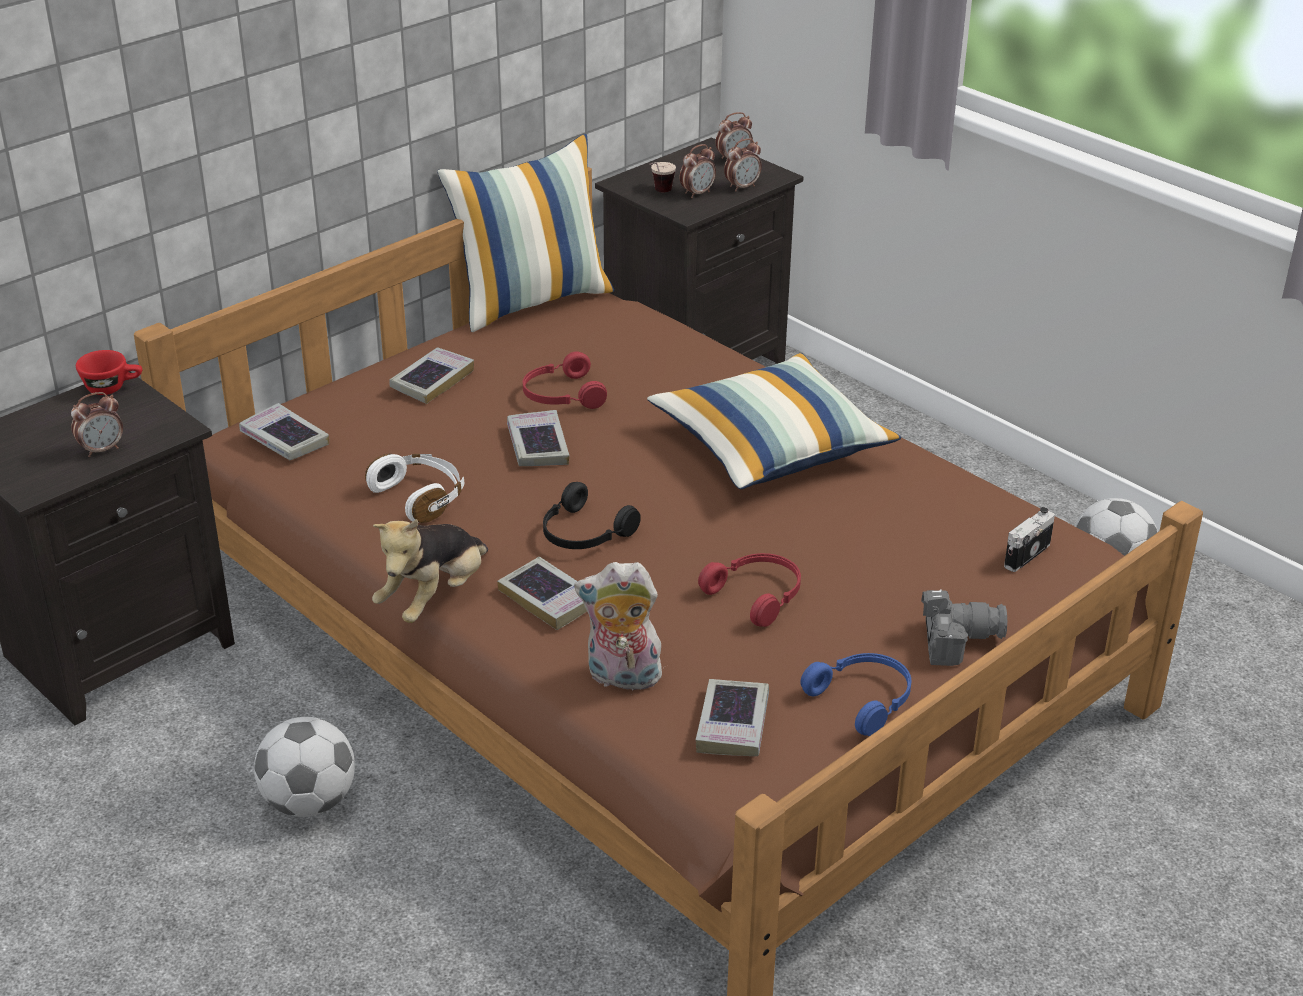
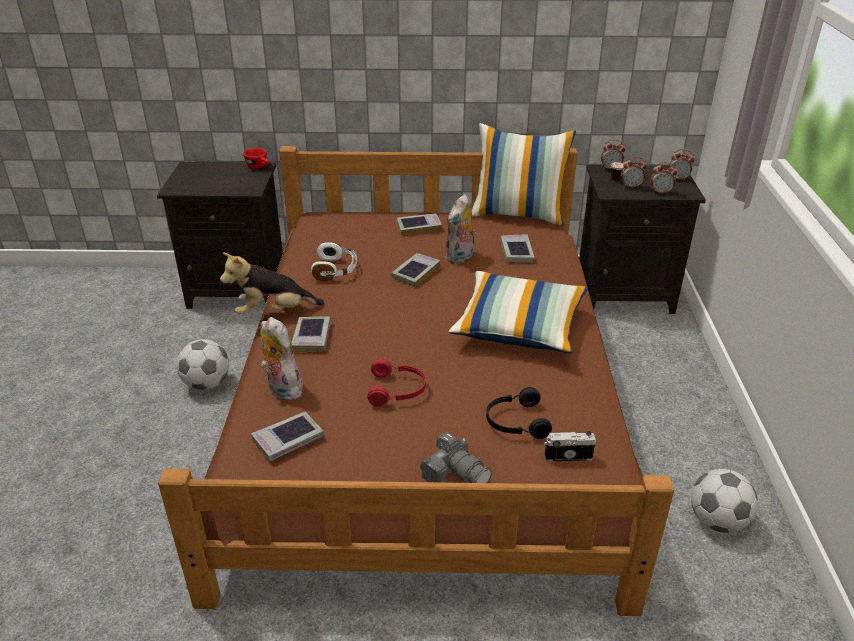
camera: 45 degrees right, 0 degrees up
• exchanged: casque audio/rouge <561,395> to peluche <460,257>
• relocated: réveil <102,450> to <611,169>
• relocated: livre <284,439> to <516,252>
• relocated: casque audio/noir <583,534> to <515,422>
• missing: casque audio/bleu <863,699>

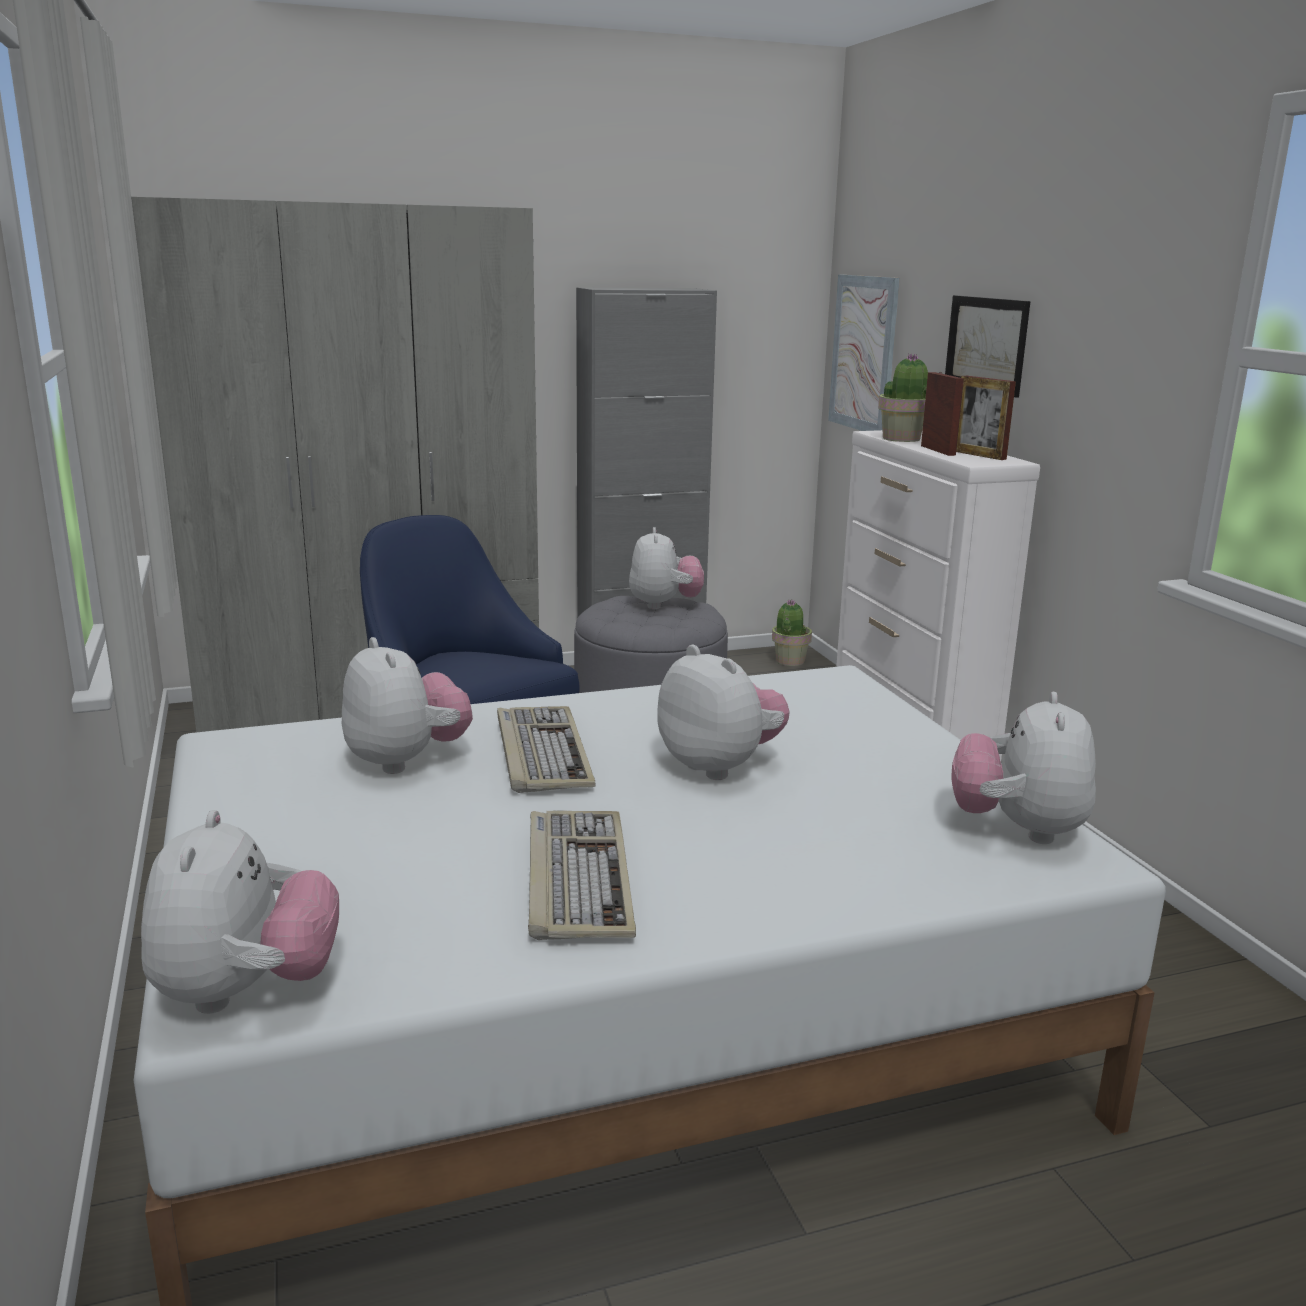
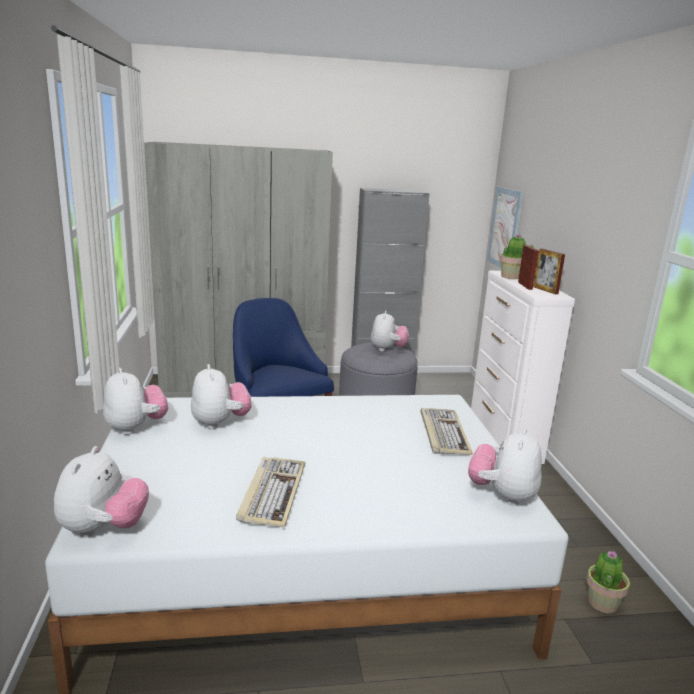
camera: 10 degrees right, 0 degrees up
• missing: tableau <986,344>
• relocated: plante en pot <789,661> to <602,603>
• relocated: peluche <720,766> to <136,428>
• relocated: clavier <541,753> to <443,433>

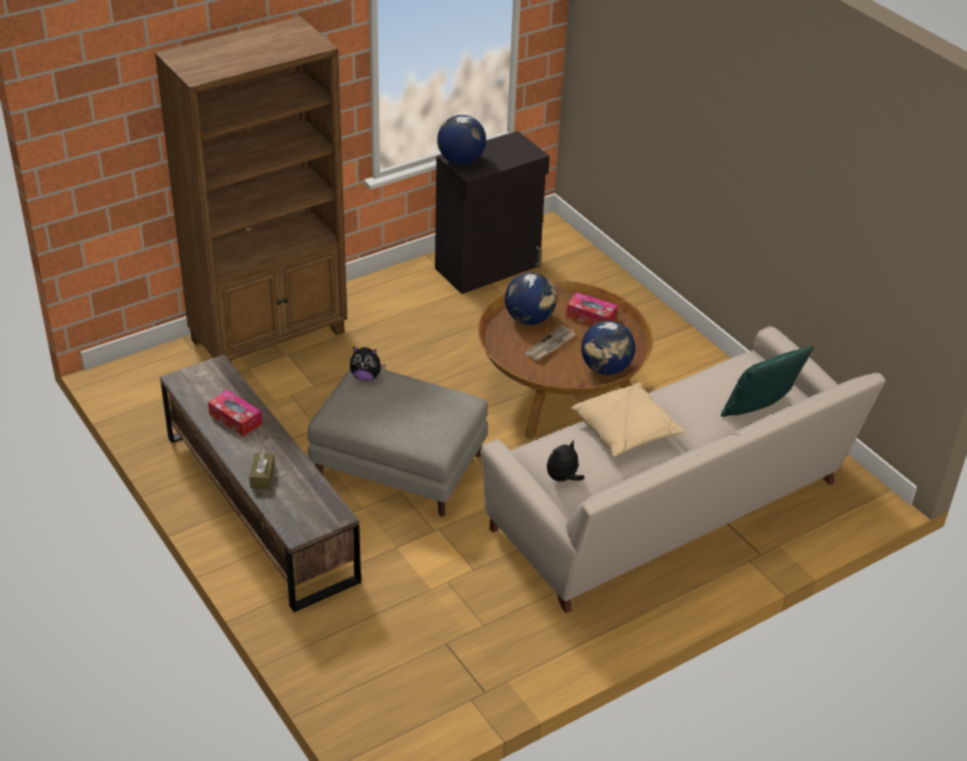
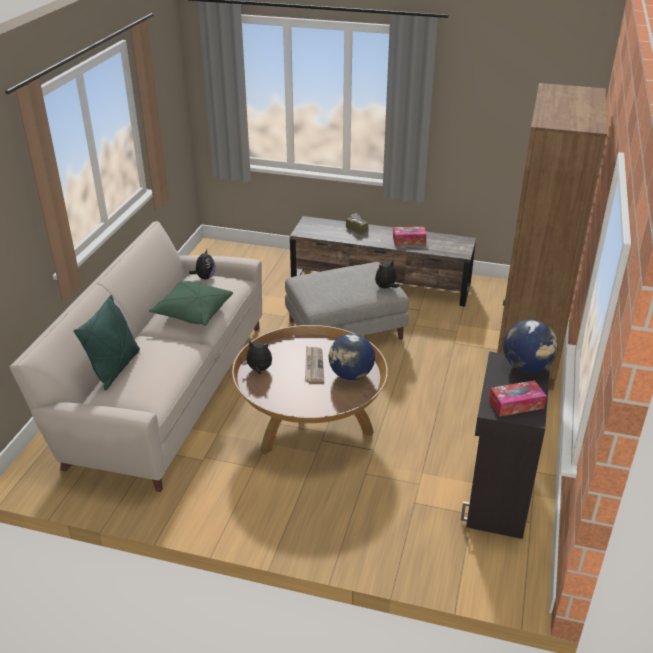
camera: 140 degrees right, 5 degrees down
• relocated: boîte à mouchoirs <591,317> to <516,404>
• exchanged: globe <606,369> to peluche <259,370>
• colour: coussin/beige <626,431> to coussin/vert <193,312>

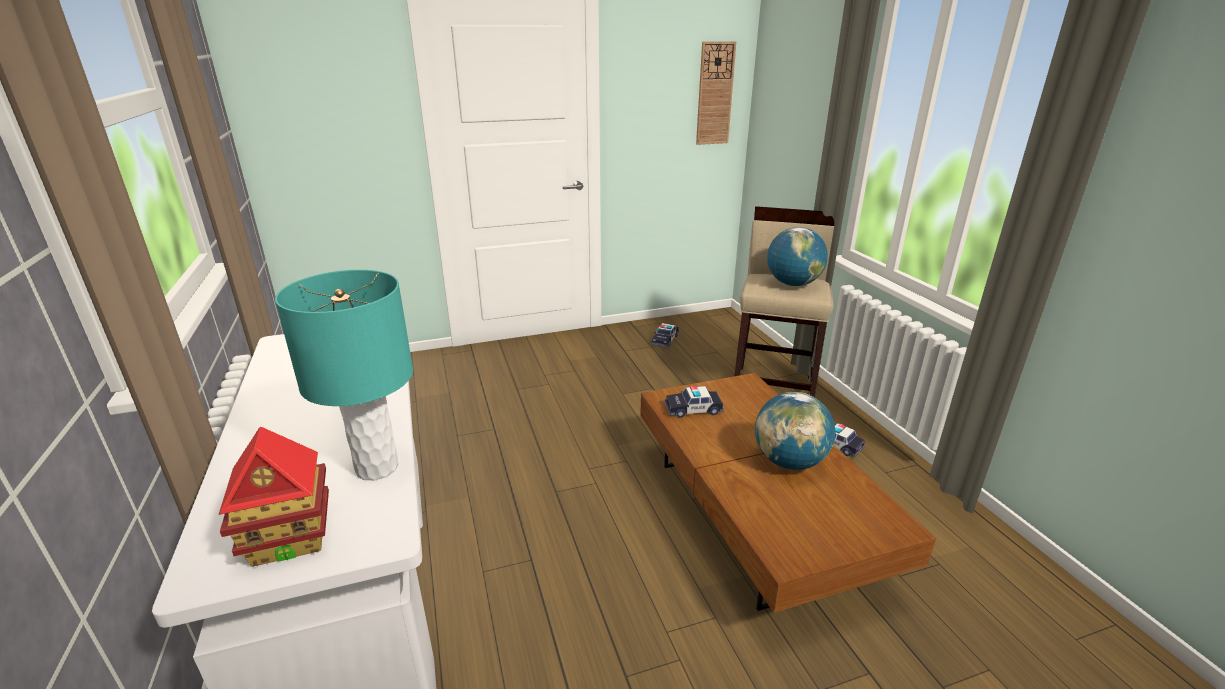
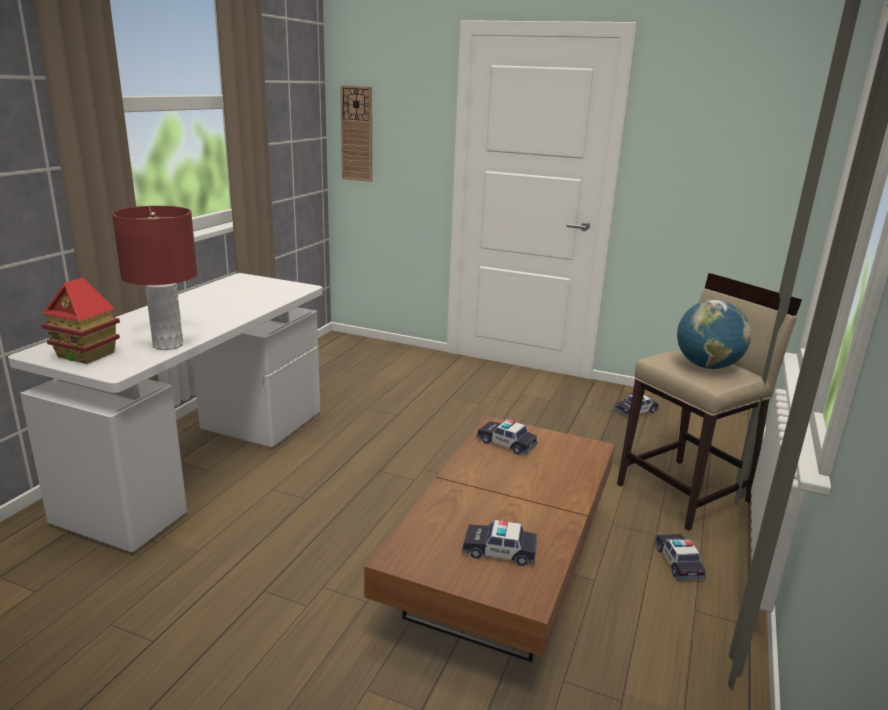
camera: 40 degrees right, 5 degrees down
• relocated: horloge murale <715,94> to <357,134>
• colour: lampe de table/turquoise <378,467> to lampe de table/rouge <168,345>
• missing: globe <789,462>
• appeared: petite voiture <499,551>

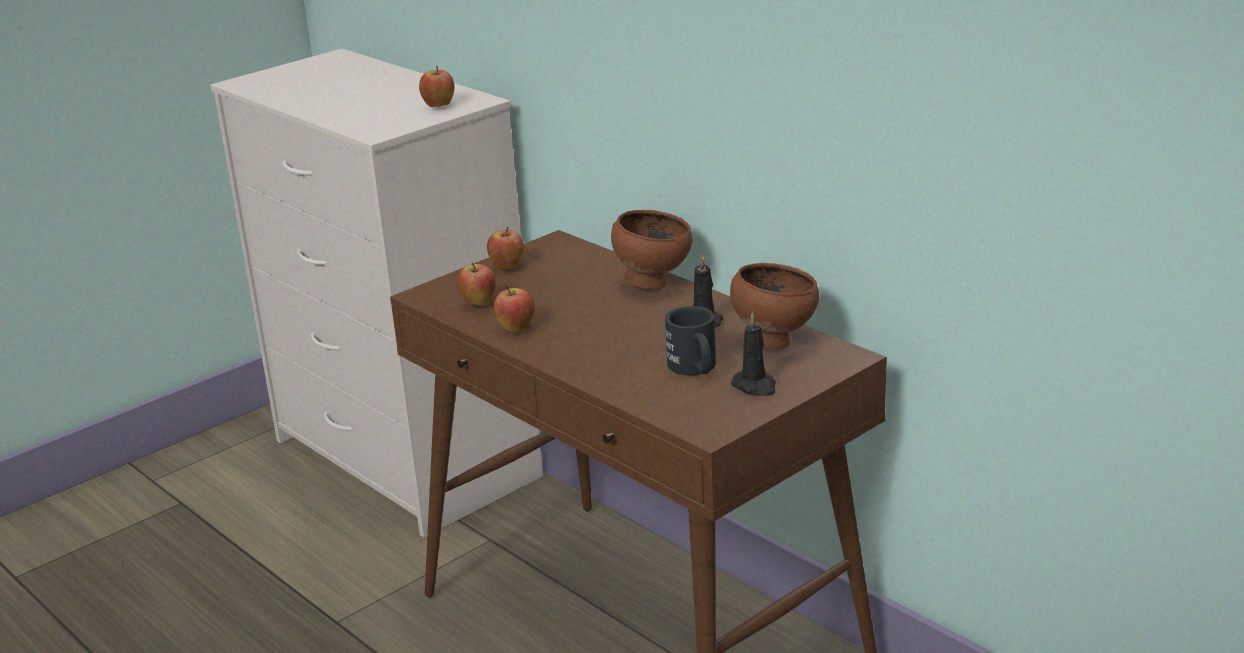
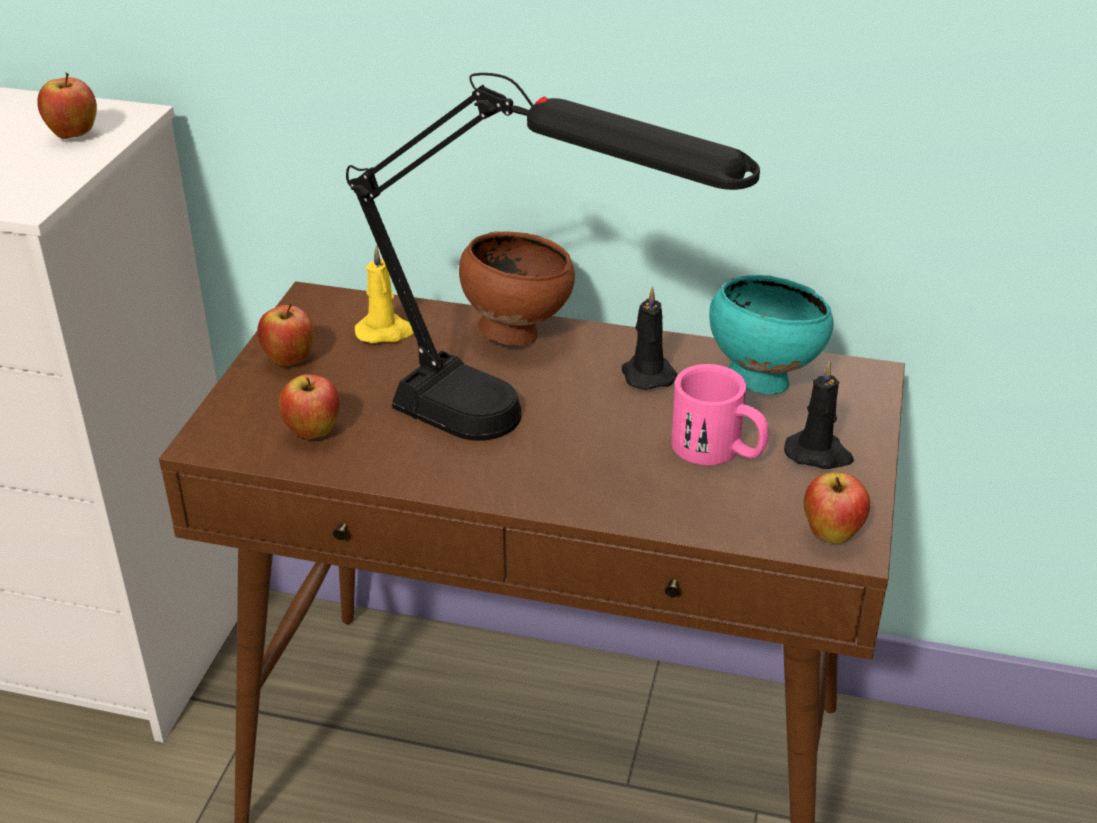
camera: 35 degrees left, 10 degrees up
• colour: bol/marron <773,342> to bol/turquoise <761,380>
• relocated: pomme <516,329> to <831,535>
• colour: mug/noir <695,369> to mug/rose <719,450>
• appeared: lampe de table/noir <530,437>
• appeared: bougie/jaune <386,332>

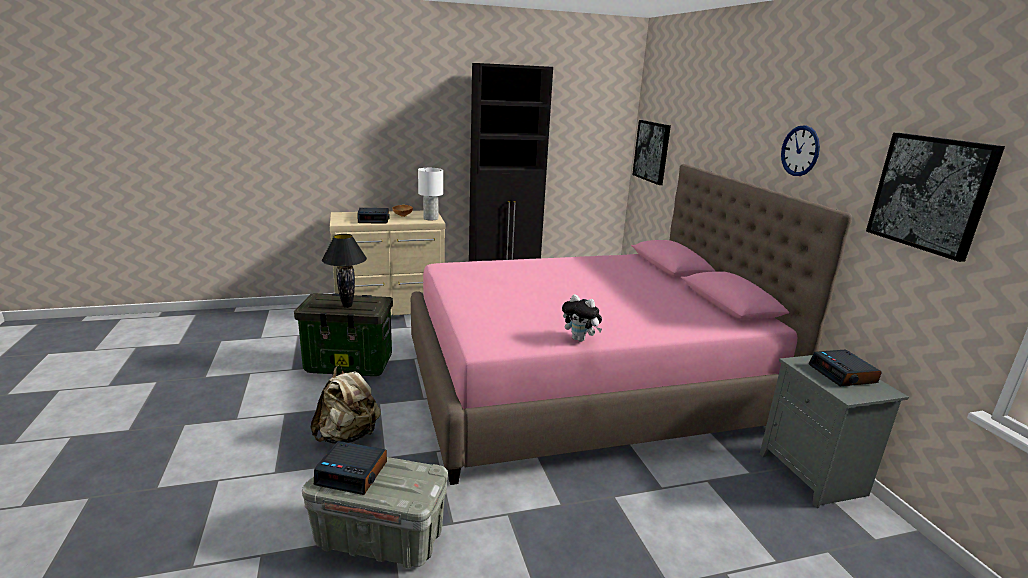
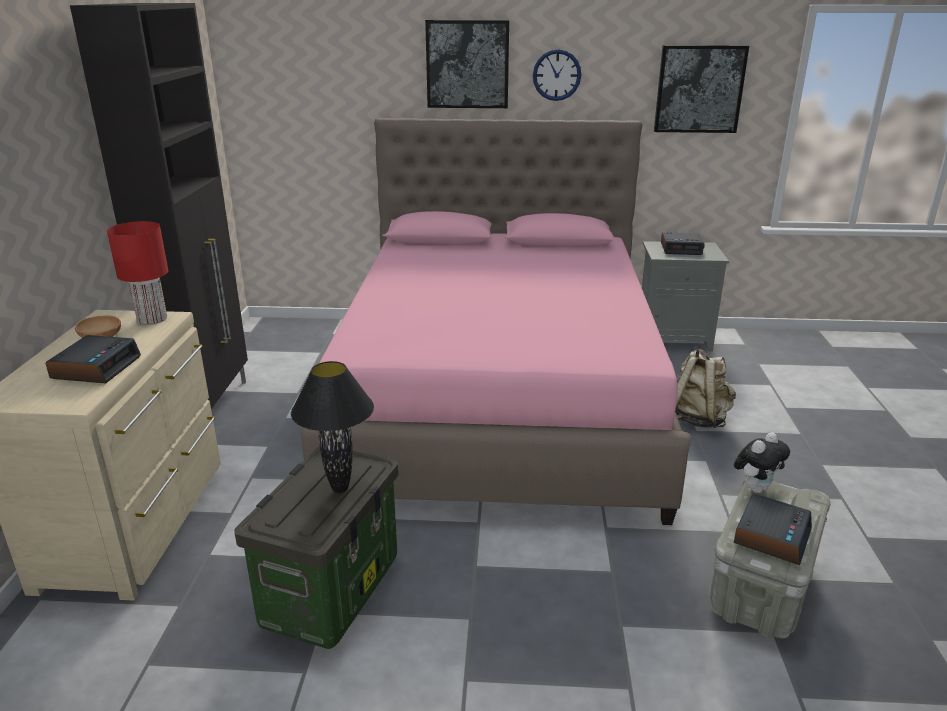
camera: 70 degrees left, 5 degrees up
• relocated: tableau <652,151> to <467,64>
• colour: lampe de table/blanc <430,218> to lampe de table/rouge <153,319>
• relocated: peluche <580,339> to <755,488>
• relocated: sac à dos/beige <348,436> to <698,419>

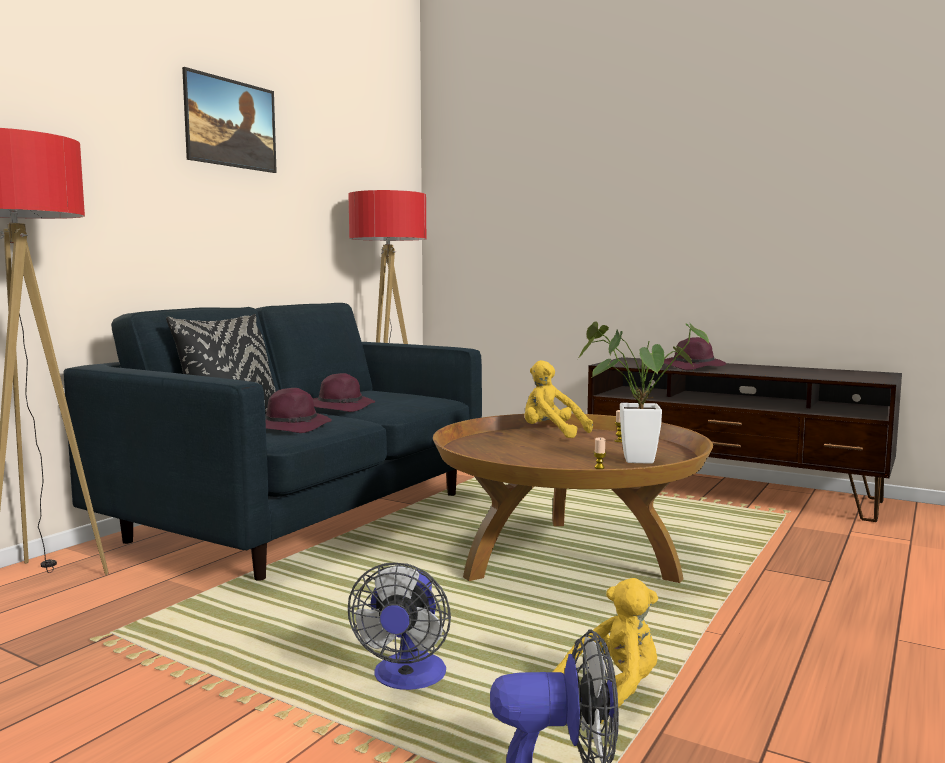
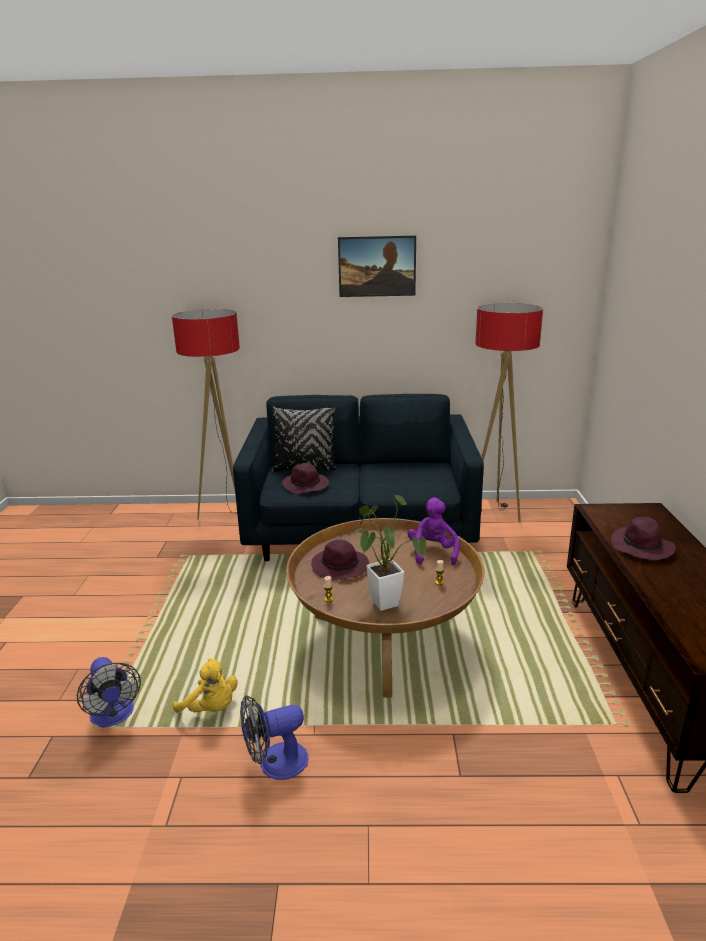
camera: 60 degrees right, 15 degrees up
• colour: peluche/jaune <551,433> to peluche/violet <432,552>
• relocated: chapeau/violet <341,407> to <341,567>
• relocated: ventilateur <407,679> to <275,763>

